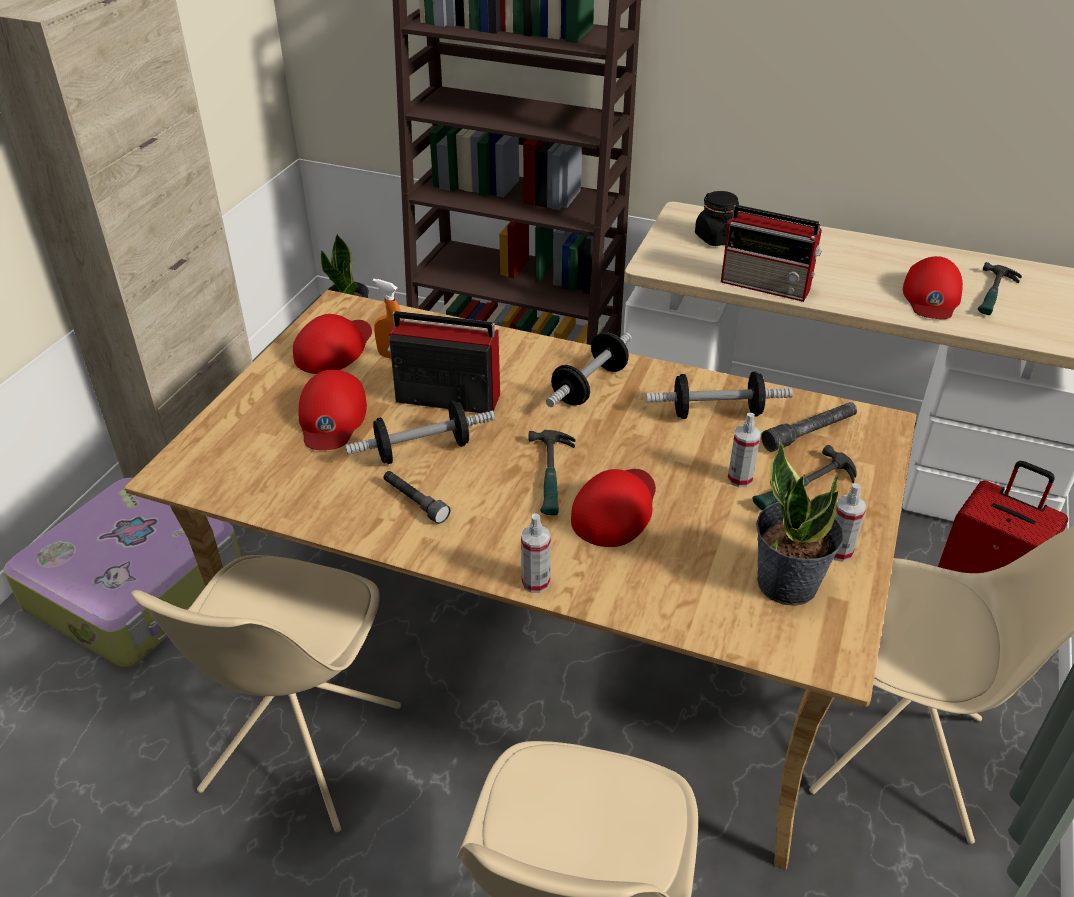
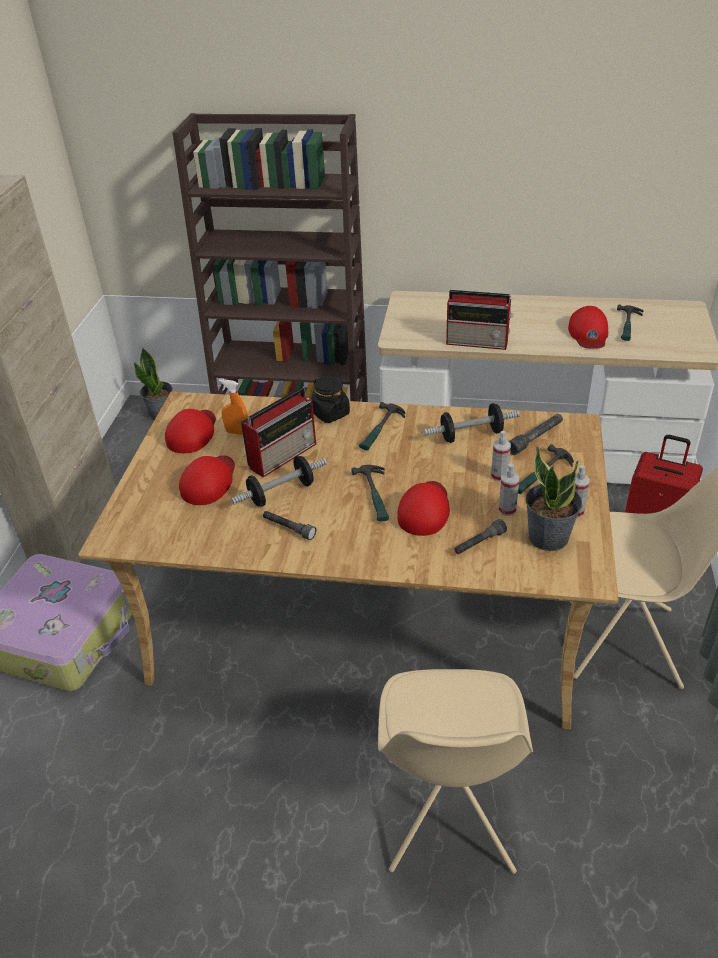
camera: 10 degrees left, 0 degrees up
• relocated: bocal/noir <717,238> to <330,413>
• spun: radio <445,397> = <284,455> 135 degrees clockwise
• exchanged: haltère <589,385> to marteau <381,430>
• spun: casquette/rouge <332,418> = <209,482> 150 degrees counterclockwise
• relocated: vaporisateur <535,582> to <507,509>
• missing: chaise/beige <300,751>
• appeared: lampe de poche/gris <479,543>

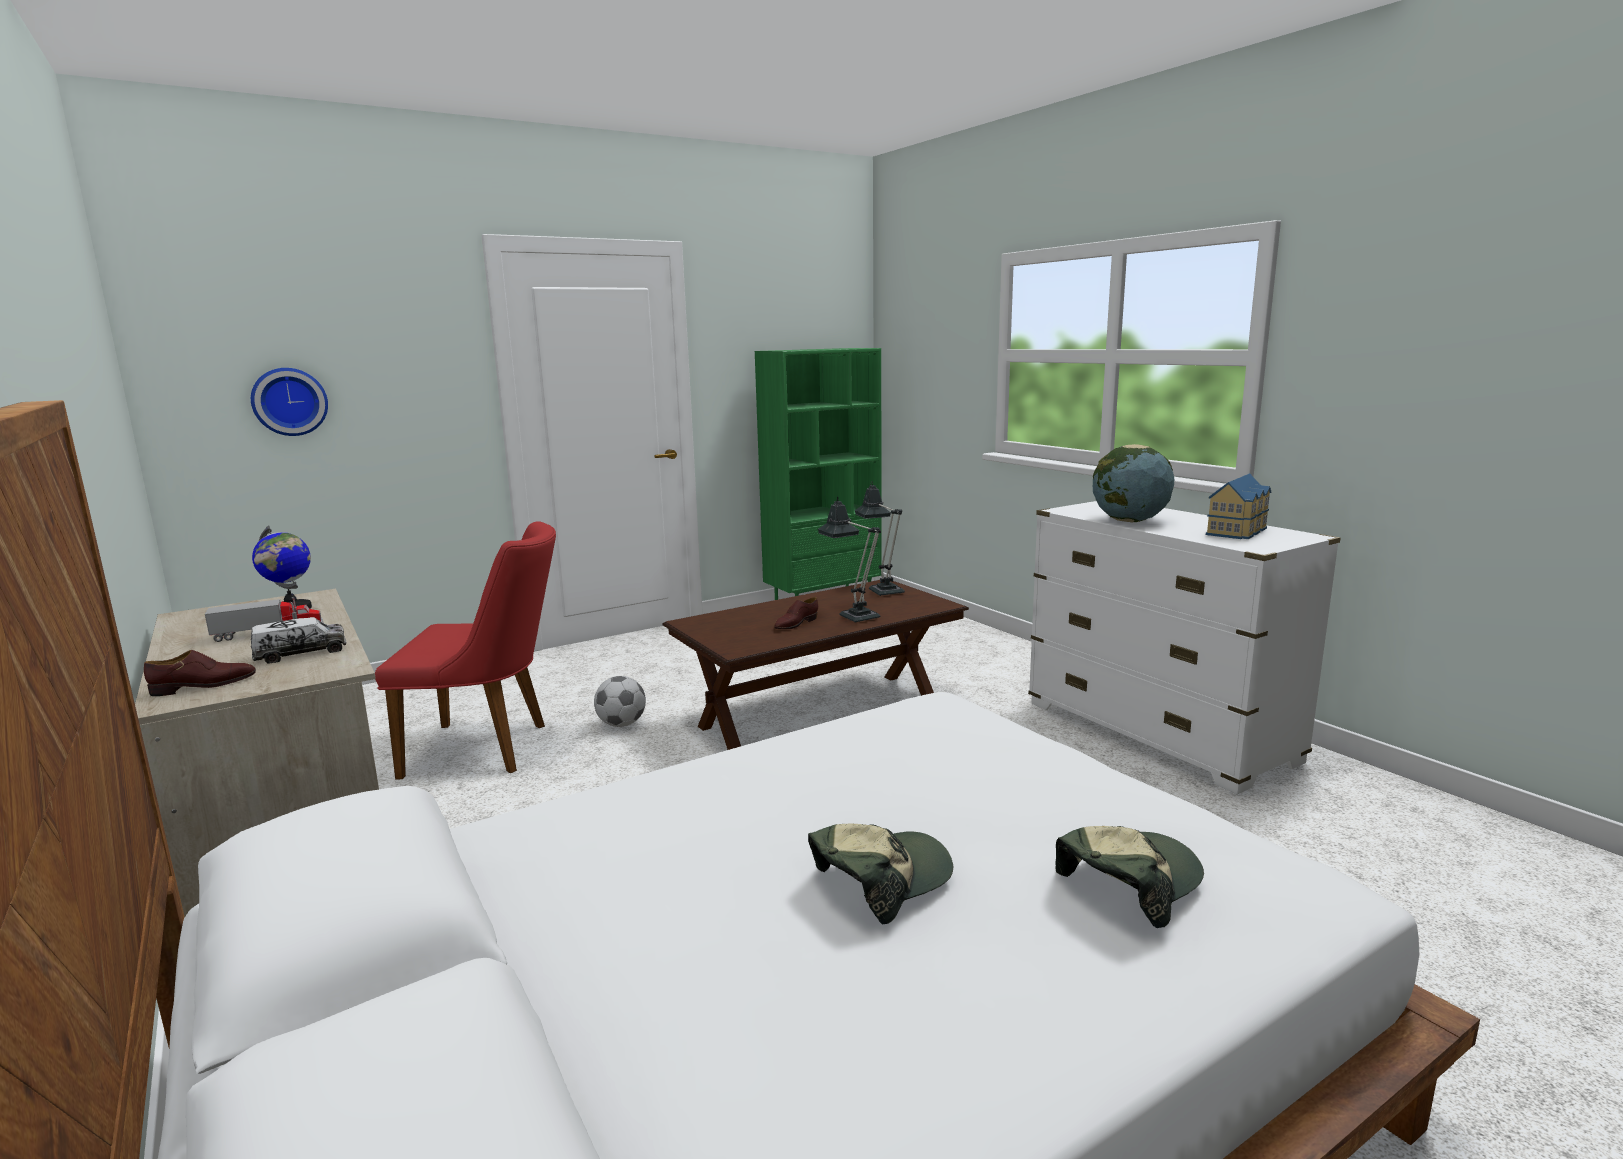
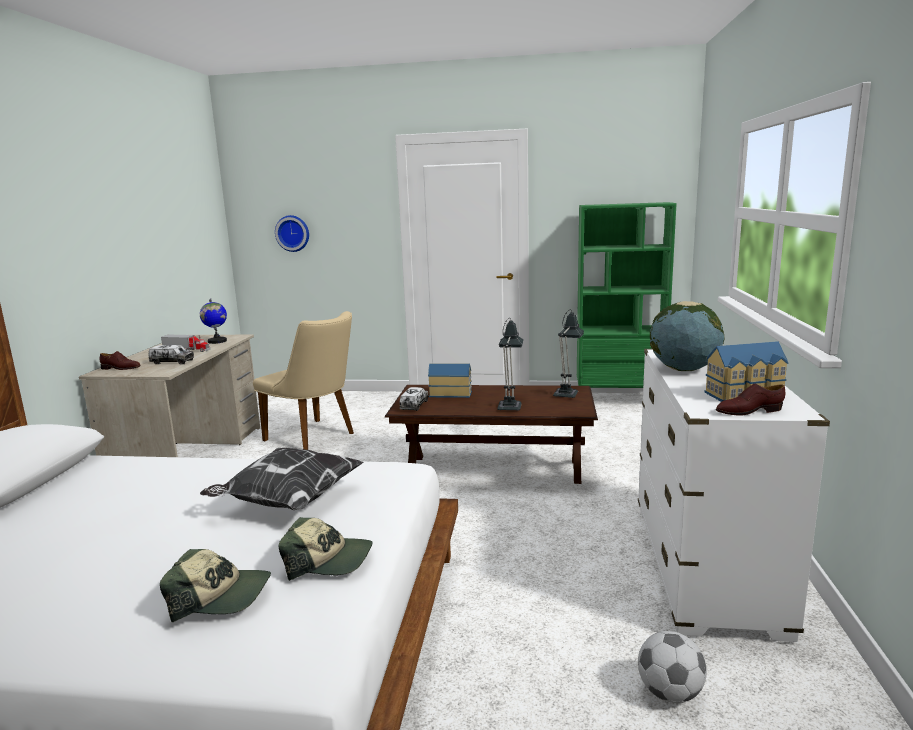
camera: 40 degrees right, 0 degrees up
• colour: chaise/rouge <490,748> to chaise/beige <315,438>
• relocated: chaussure/marron <795,624> to <748,411>
• relocated: ballon de foot <621,724> to <670,693>
• relocated: casquette <881,880> to <328,560>
• appeared: maison miniature <450,393>
• appeared: camion jouet <414,405>
• appeared: coussin <287,502>

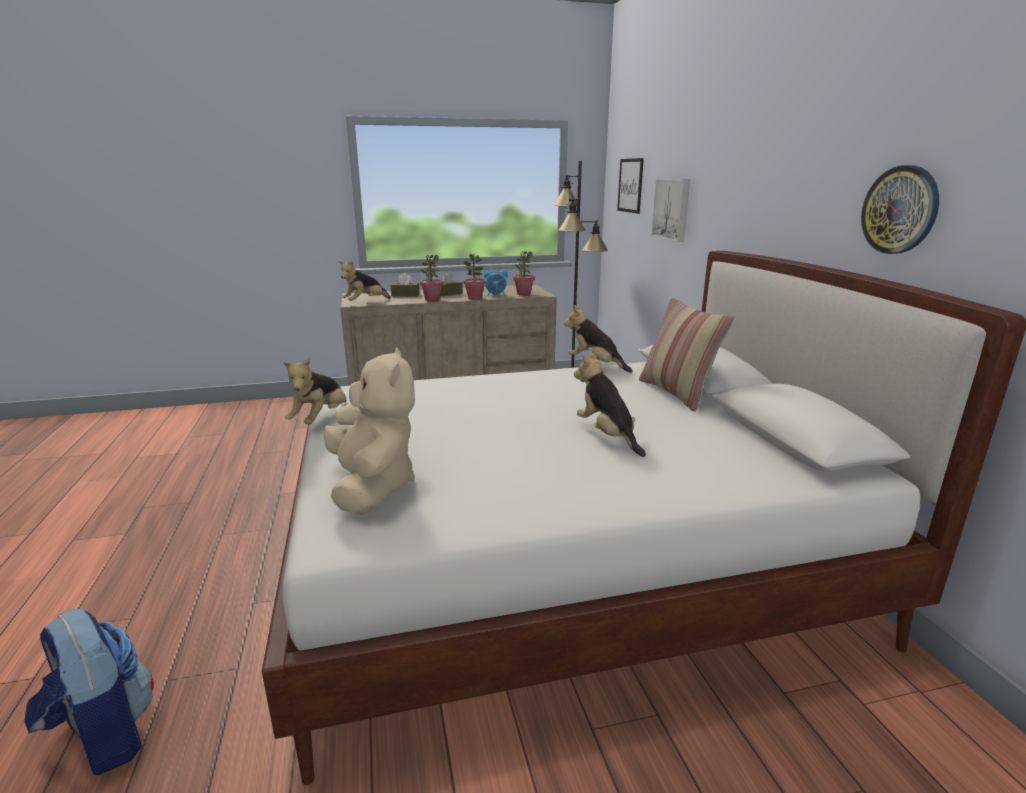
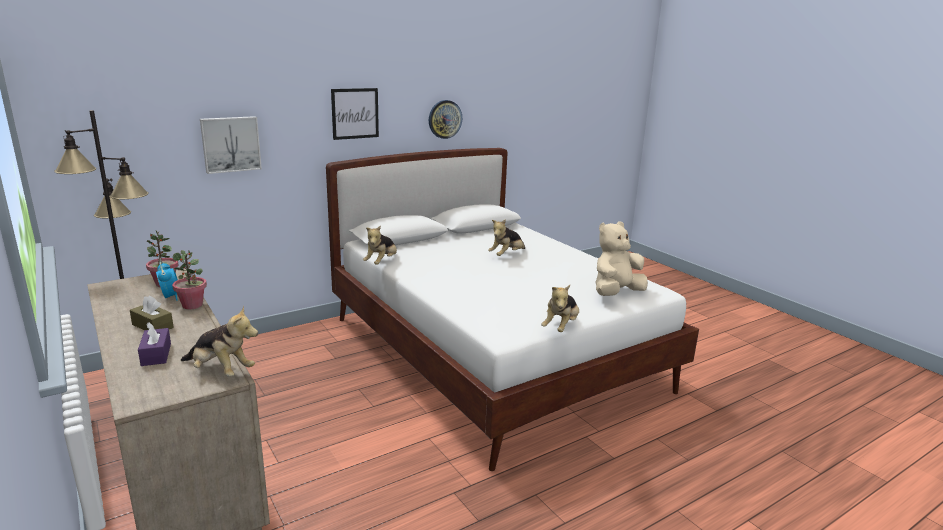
camera: 110 degrees left, 0 degrees up
• relocated: tableau <630,185> to <355,113>
• missing: plante en pot <432,299>
• colour: boîte à mouchoirs/marron <405,295> to boîte à mouchoirs/violet <156,354>
• missing: coussin <677,393>
• spun: peluche <320,419> = <561,327> 120 degrees clockwise
• missing: sac à dos <103,736>

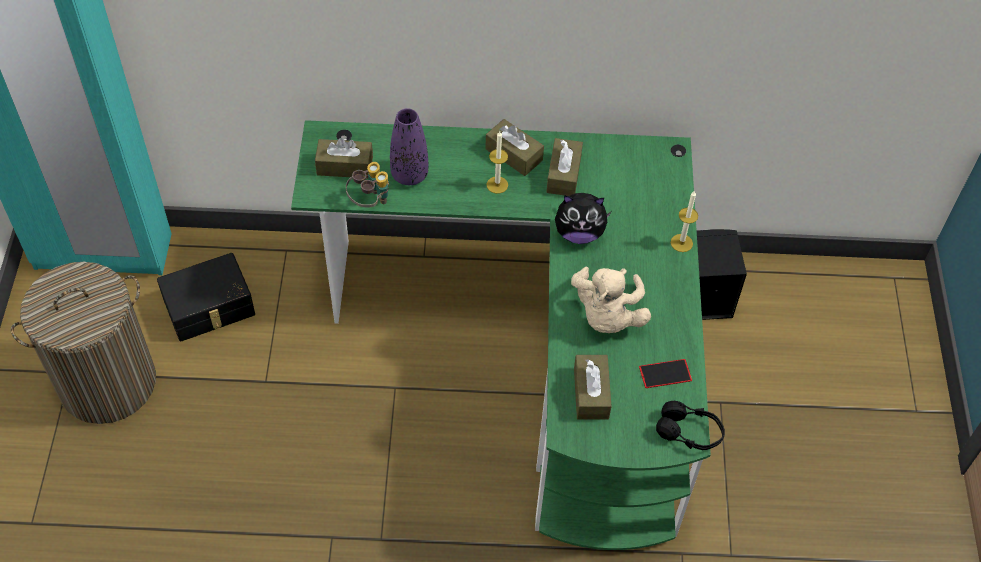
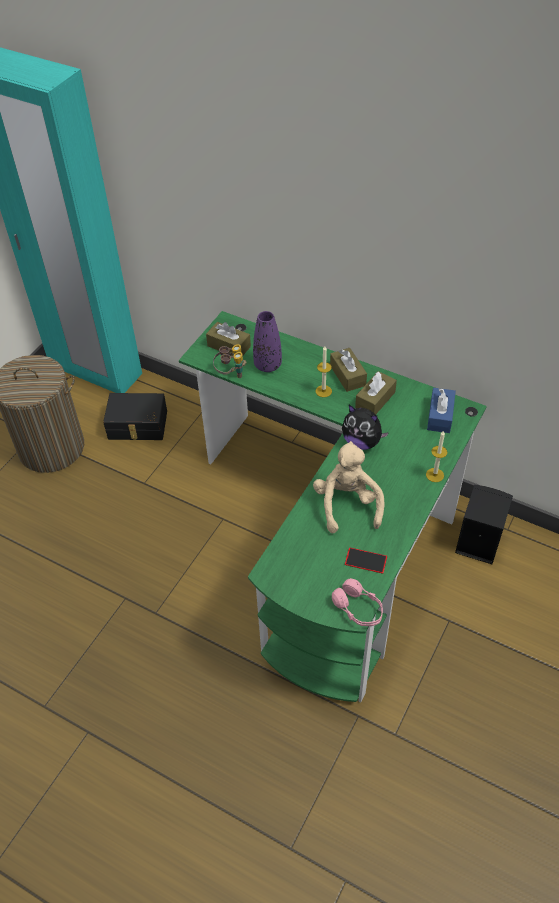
camera: 30 degrees right, 5 degrees down
• spun: peluche/beige <607,315> = <347,504> 135 degrees clockwise
• missing: boîte à mouchoirs/marron <591,393>
• colour: casque audio/noir <689,432> to casque audio/rose <358,609>
• appeared: boîte à mouchoirs/bleu <440,416>

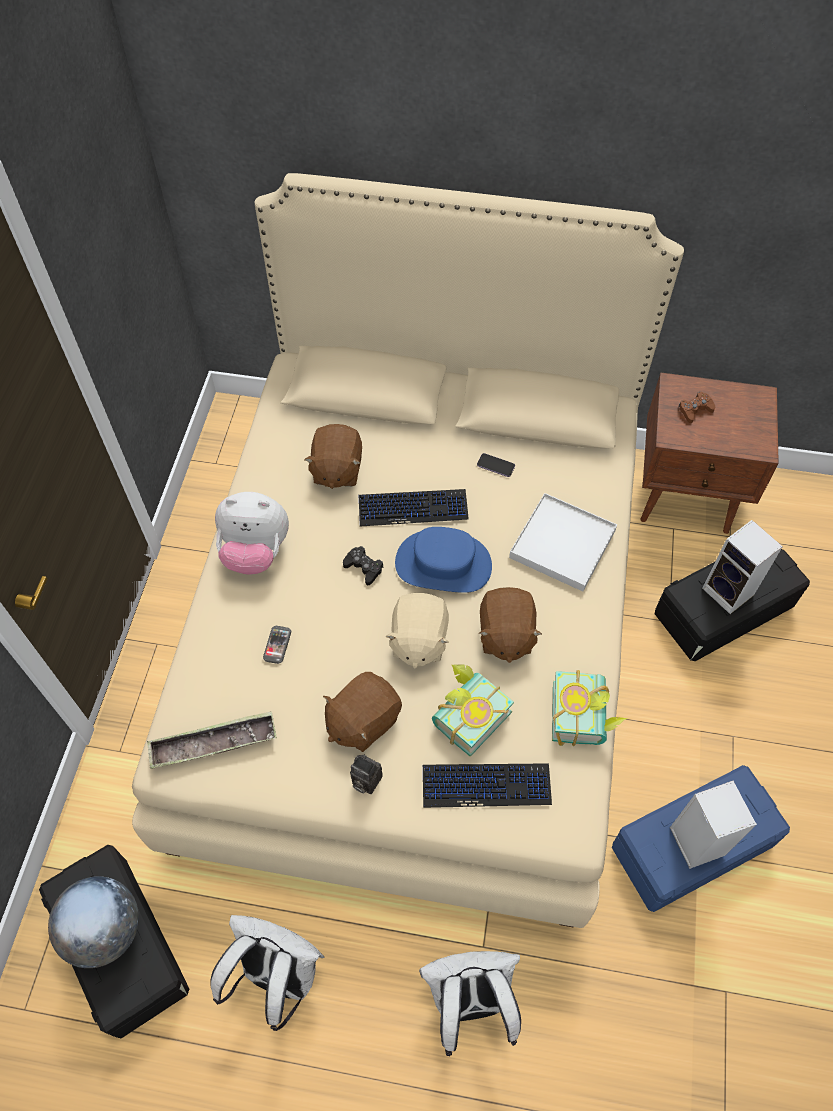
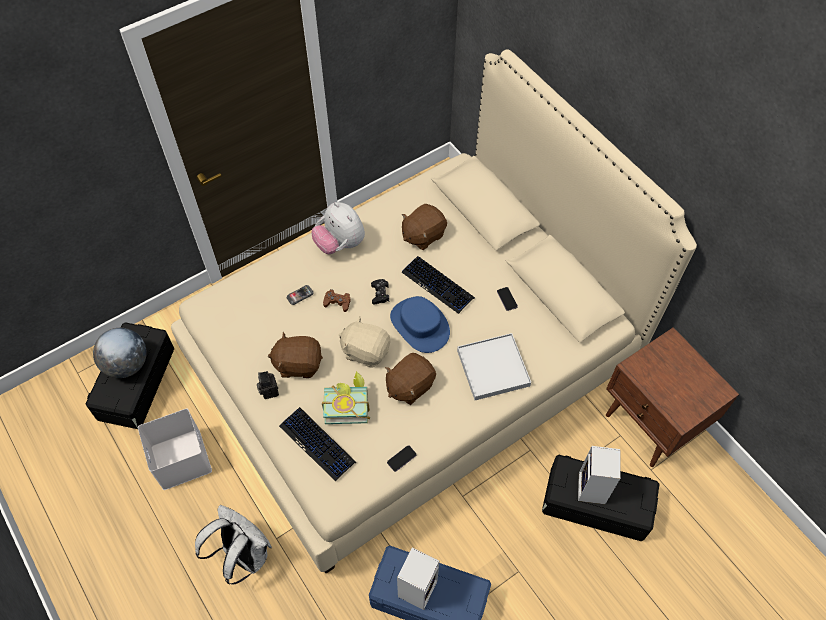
camera: 45 degrees right, 0 degrees up
• relocated: manette/marron <695,410> to <337,302>
• spun: peluche/beige <418,640> = <365,350> 60 degrees clockwise
• exchanged: livre <585,716> to téléphone <401,458>
• missing: plateau <213,743>
• exchanged: sac à dos/blanc <276,975> to boîte de rangement/blanc <179,458>

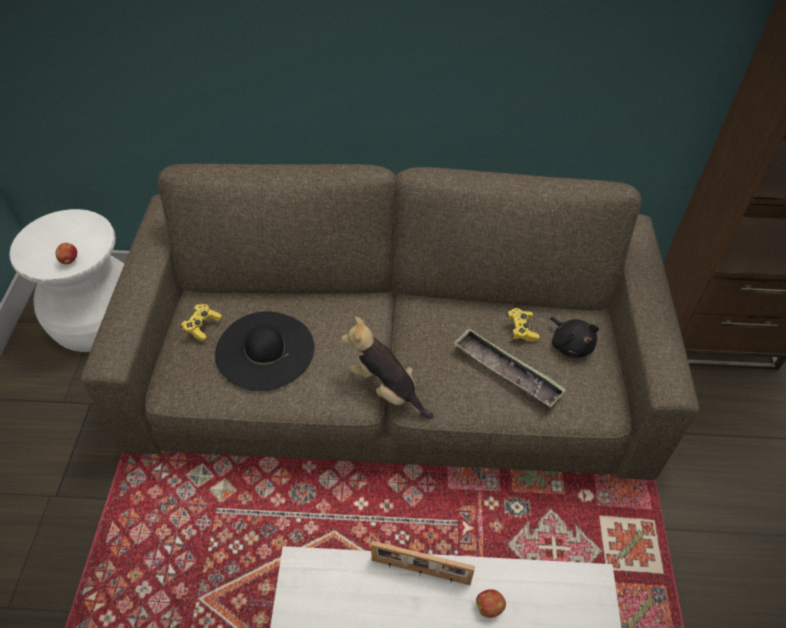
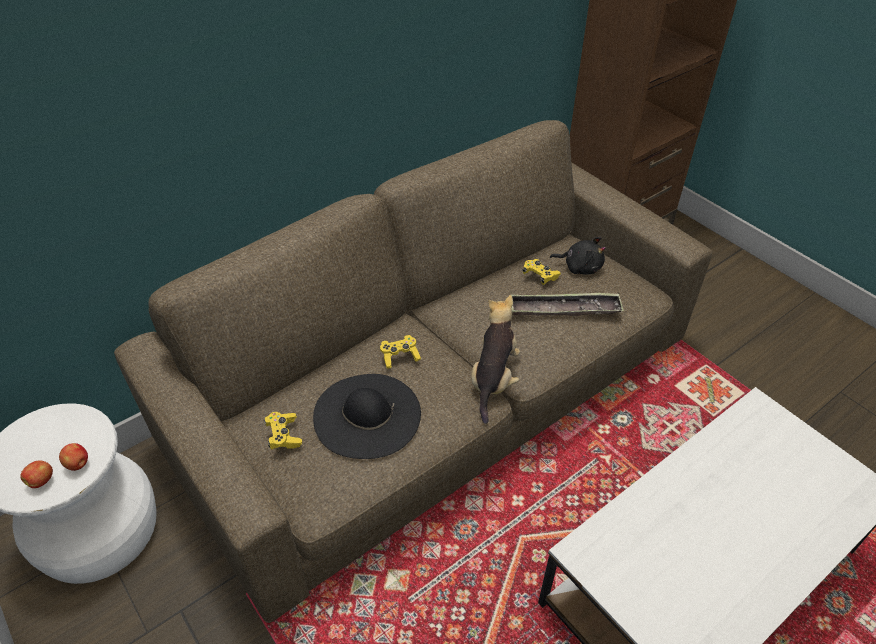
camera: 40 degrees left, 5 degrees down
• spun: peluche <387,389> = <493,379> 105 degrees clockwise
• missing: cadre photo <420,572>
• relocated: pomme <489,607> to <42,480>
• appeared: manette/jaune <399,356>

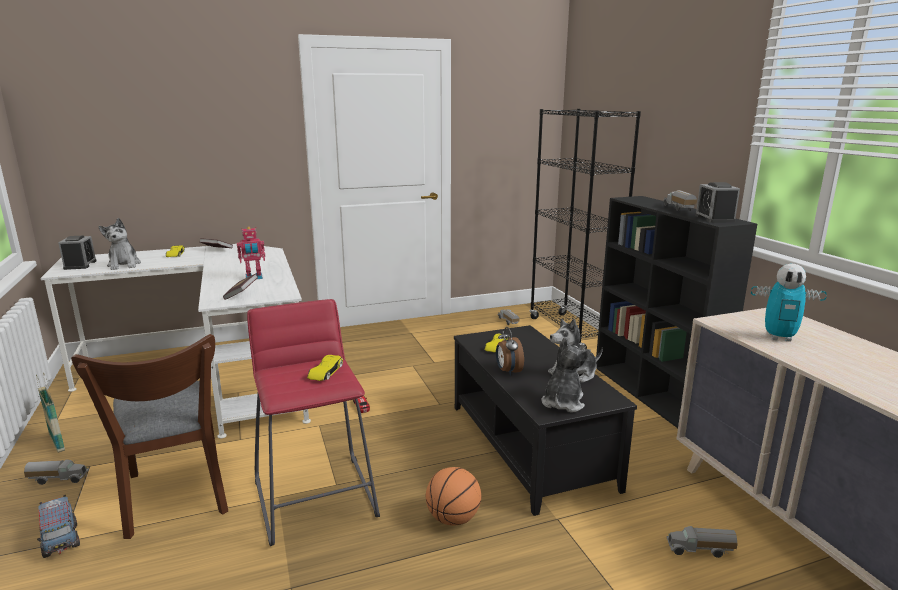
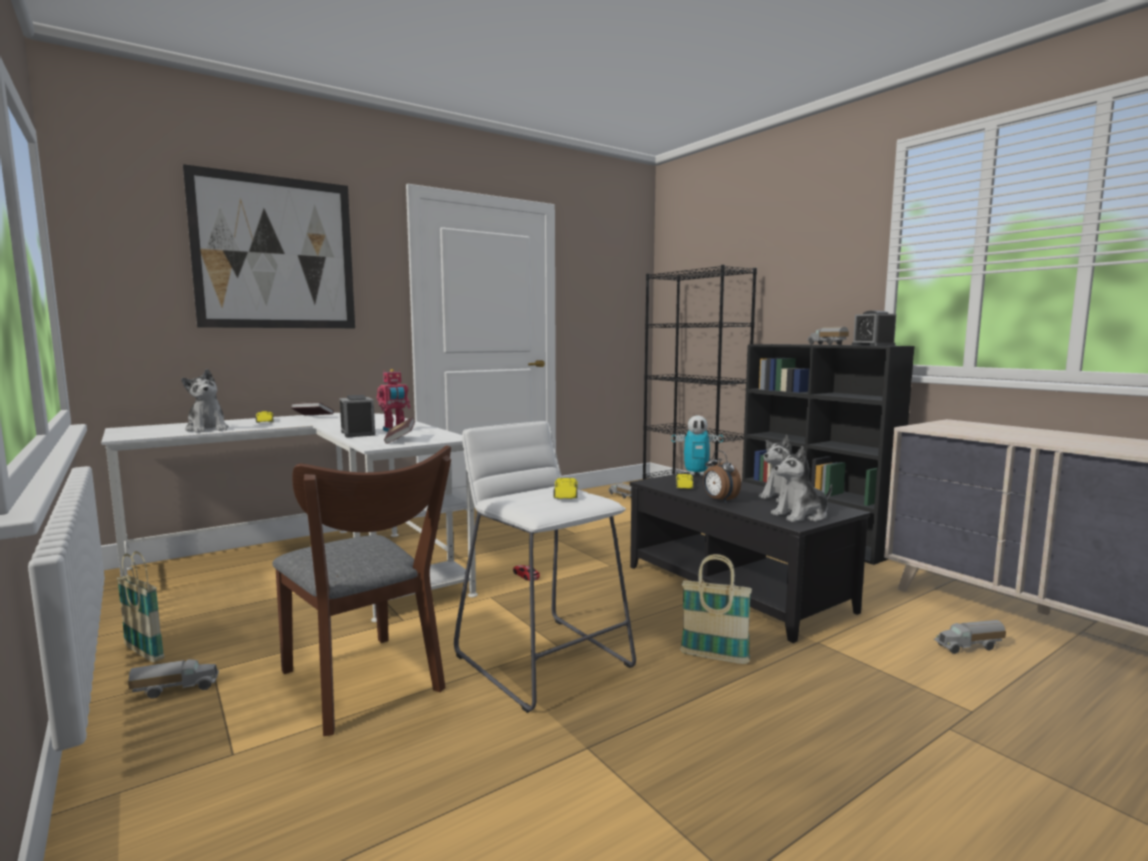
camera: 15 degrees left, 10 degrees down
• relocated: réveil <80,265> to <358,433>
• relocated: robot jouet <779,337> to <696,474>
• colour: tabouret/rouge <316,497> to tabouret/blanc <543,660>
• spun: peluche <562,402> = <801,516> 120 degrees counterclockwise
• exchanged: ballon de basket <453,519> to panier <714,657>
• missing: camion jouet <60,540>
• appeared: tableau <275,253>

